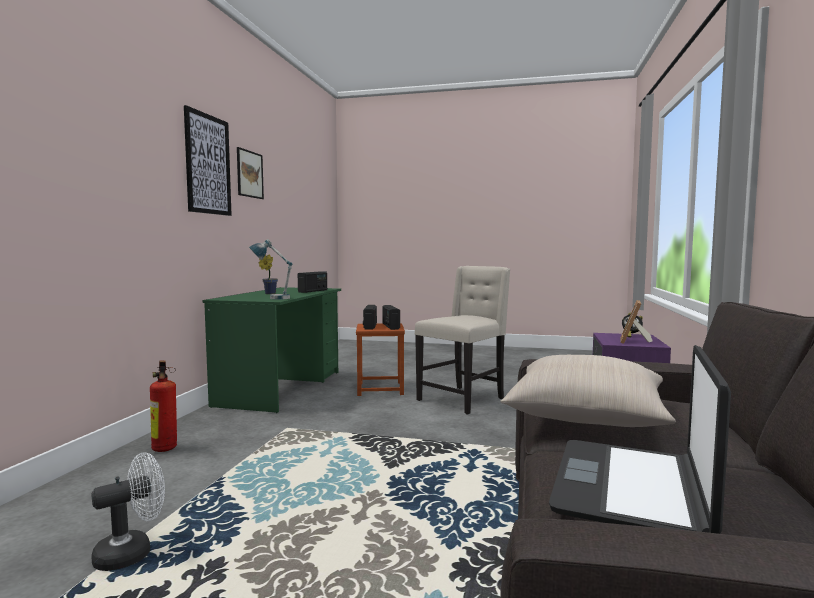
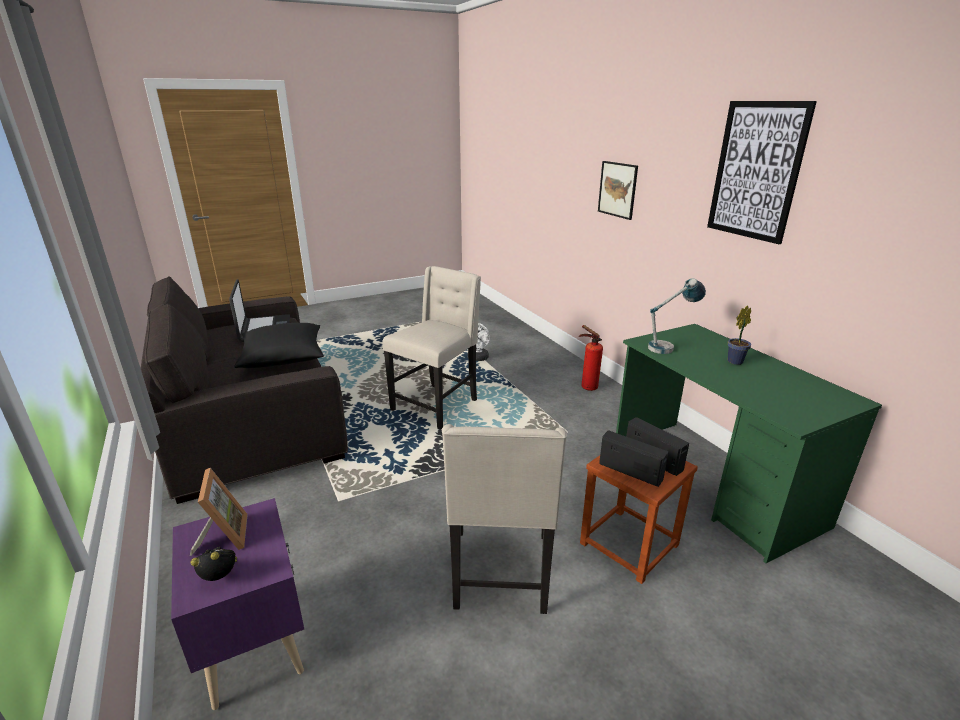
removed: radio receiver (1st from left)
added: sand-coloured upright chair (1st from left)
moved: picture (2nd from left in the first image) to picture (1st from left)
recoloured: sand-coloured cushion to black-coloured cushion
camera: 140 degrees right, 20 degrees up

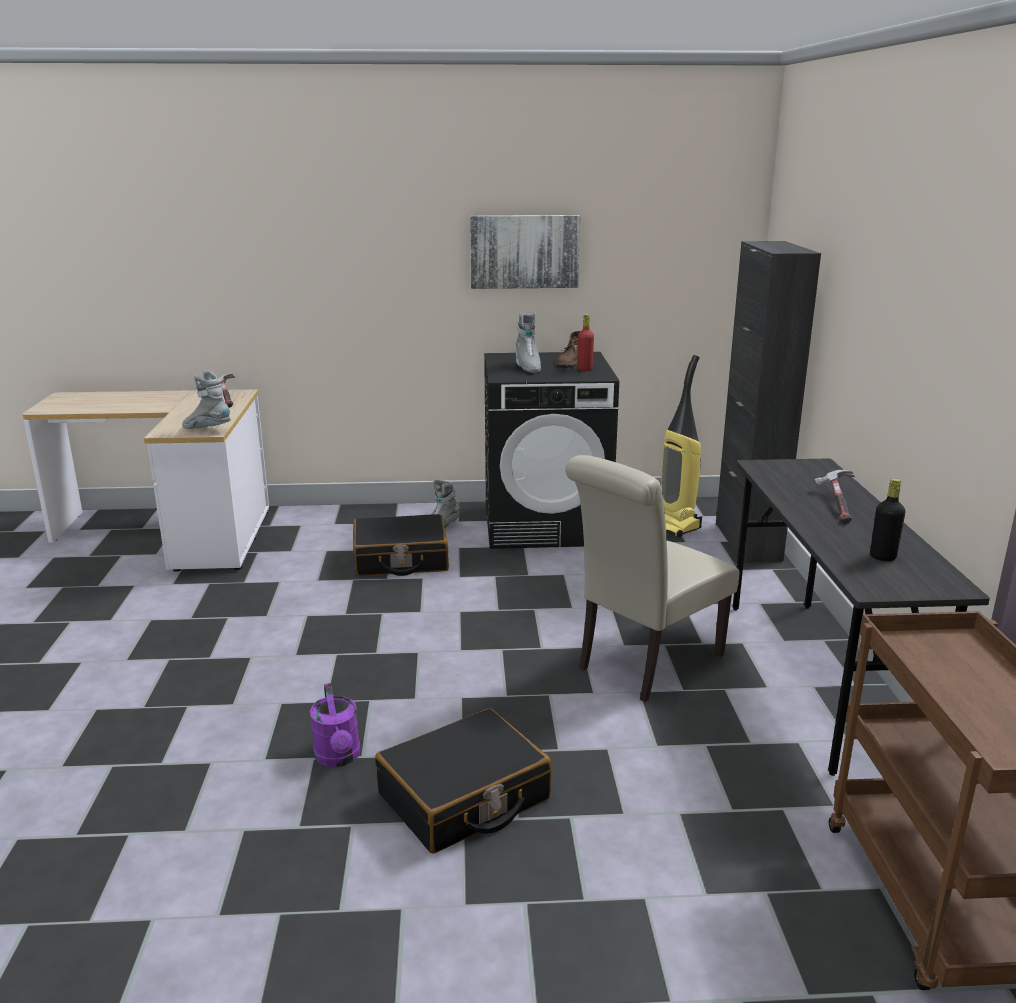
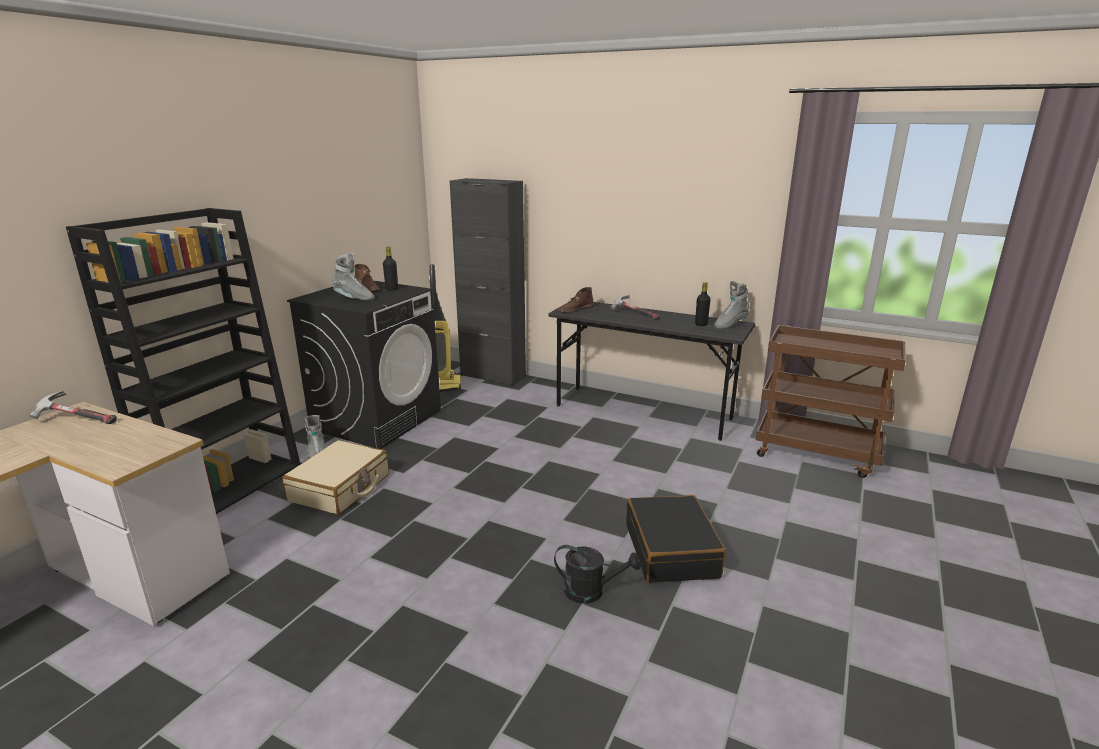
removed: picture; sand-coloured upright chair
added: black-coloured bookcase; brown-coloured tall boot (2nd from left)
moved: greyish tall boot (1st from left in the first image) to greyish tall boot (3rd from left)
recoloured: purple-coloured watering can to black-coloured watering can; black-coloured piece of luggage (1st from left) to sand-coloured piece of luggage; red drink bottle to black-coloured drink bottle (1st from left)
camera: 60 degrees left, 0 degrees up

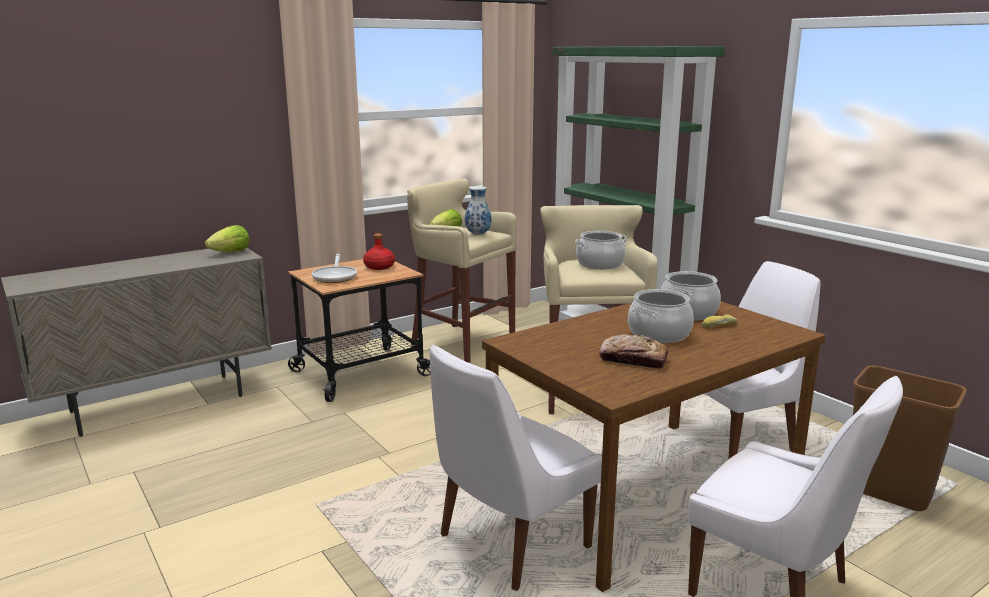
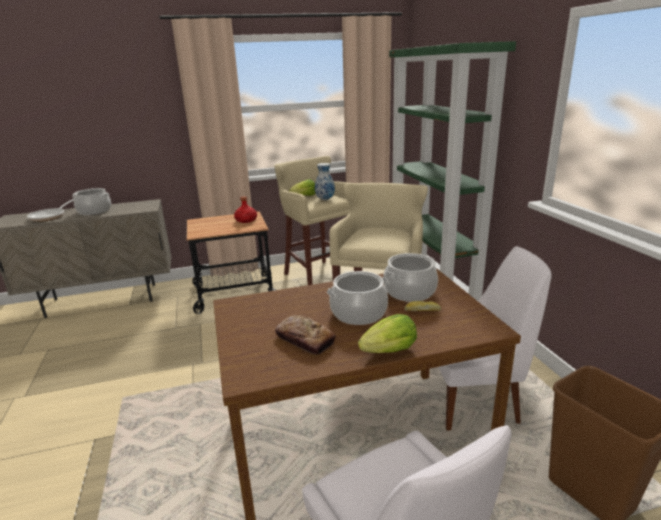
removed: whitish upright chair (1st from left)
moved: head of lettuce (1st from left in the first image) to head of lettuce (2nd from left); frying pan; cooking pot (1st from left)
camera: 20 degrees right, 5 degrees up

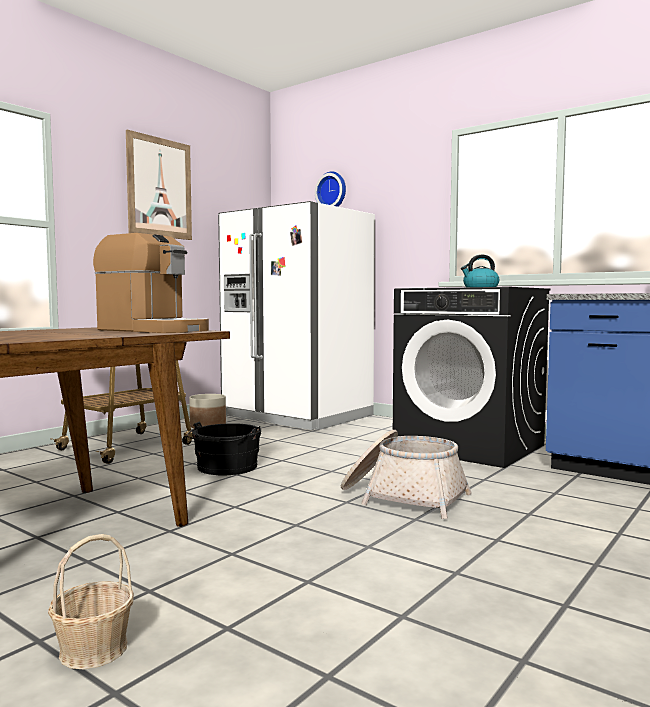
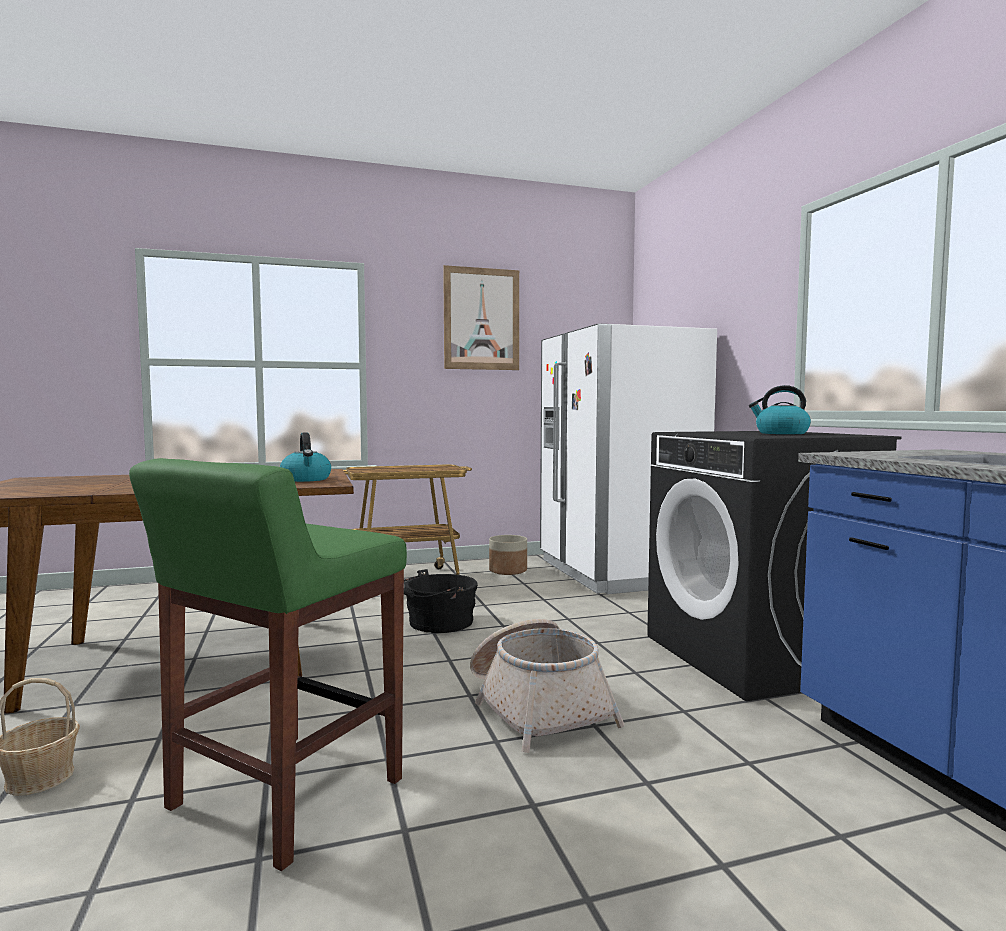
removed: wall clock
added: green-coloured sitting stool
replaced: coffee brewer to kettle (1st from left)
camera: 35 degrees right, 0 degrees up

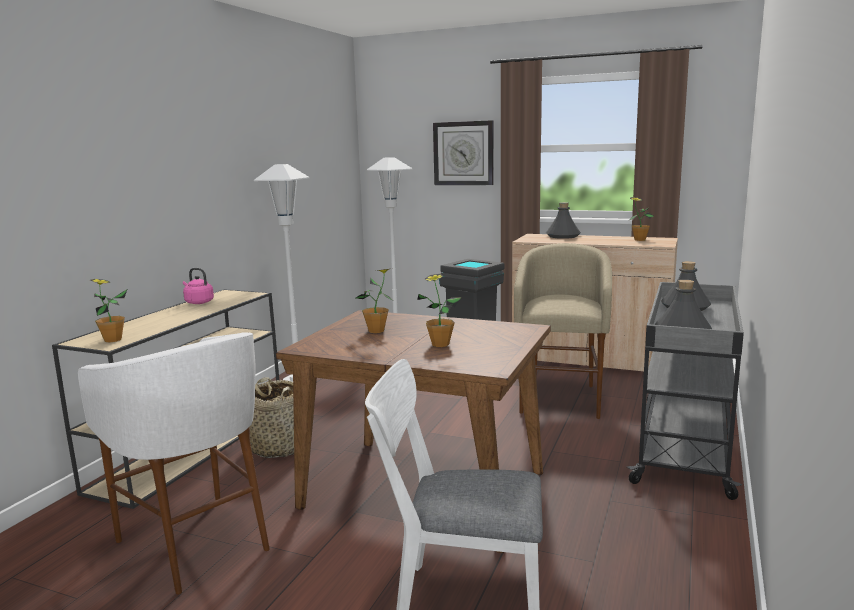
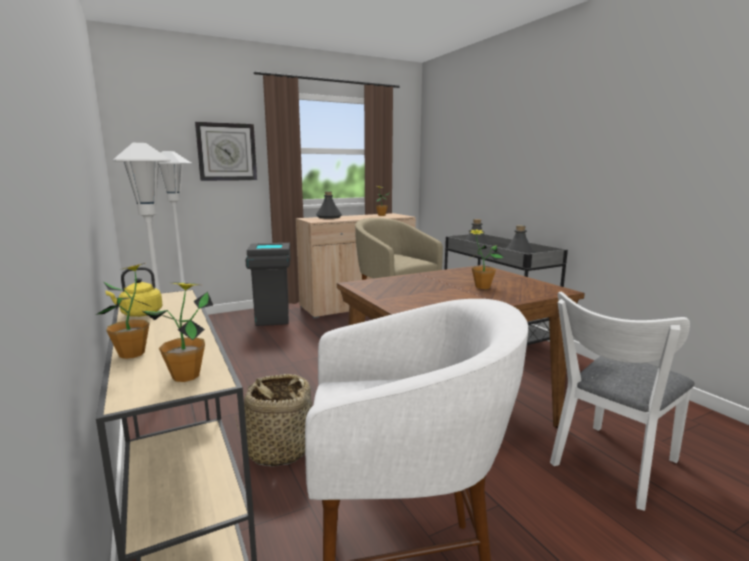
moved: houseplant (2nd from left in the first image) to houseplant (1st from left)
recoloured: pink-coloured kettle to yellow kettle
camera: 50 degrees left, 0 degrees up

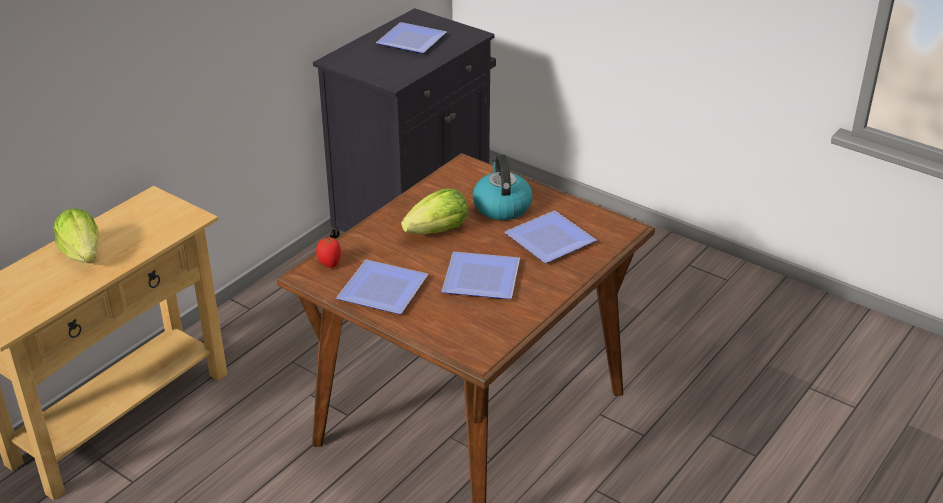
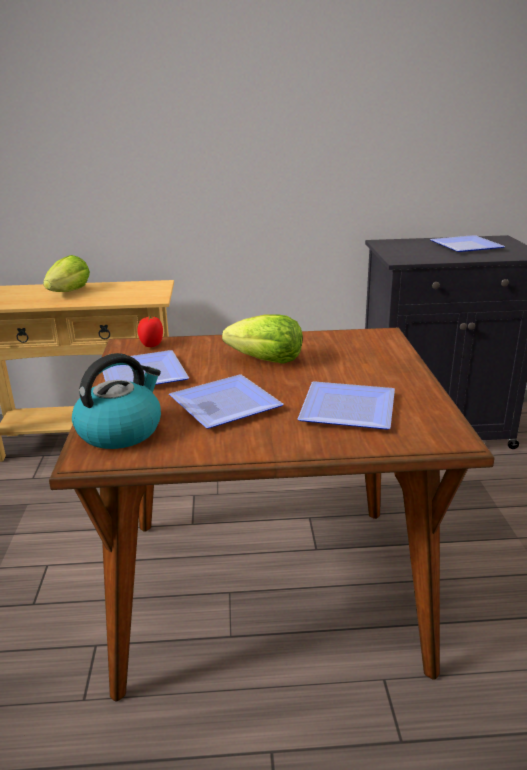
moved: kettle
camera: 50 degrees right, 10 degrees down

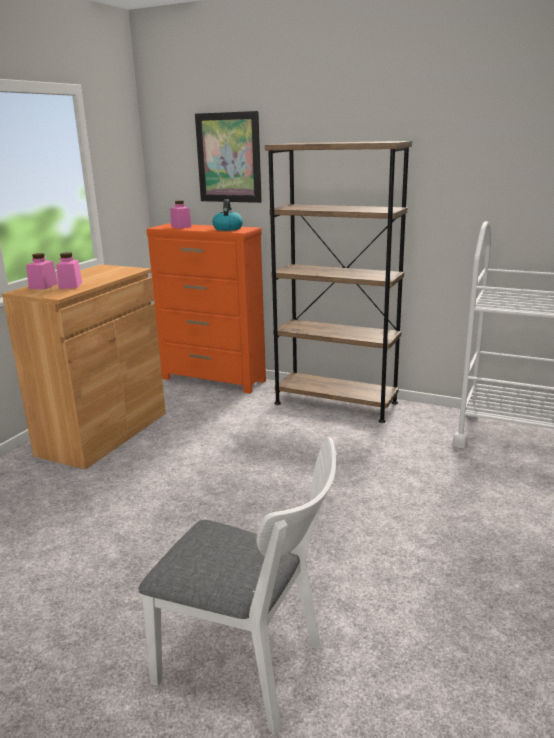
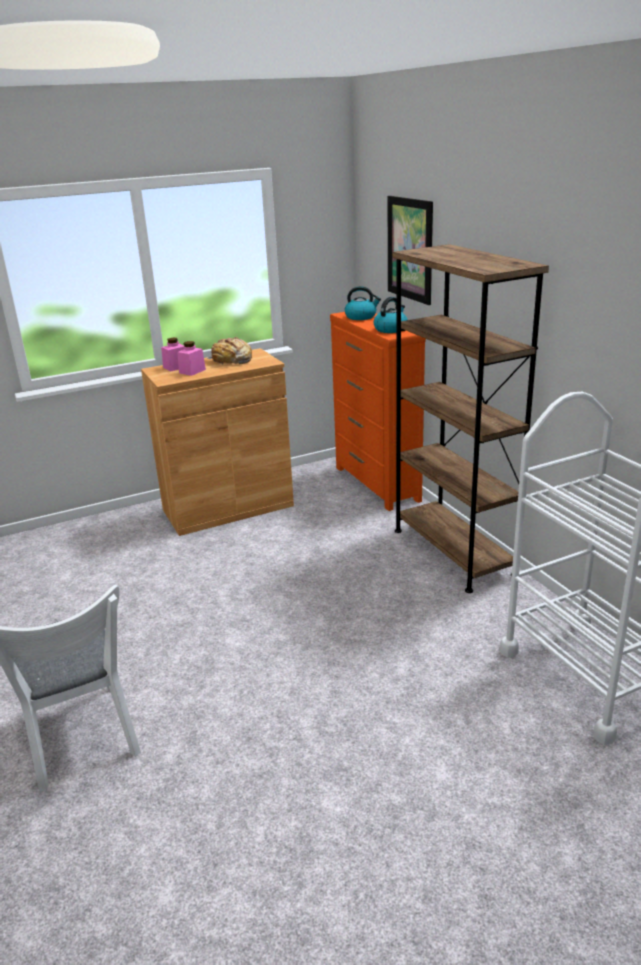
added: baked bread
replaced: pink-coloured preserve jar (3rd from left) to kettle (1st from left)
camera: 40 degrees right, 5 degrees up

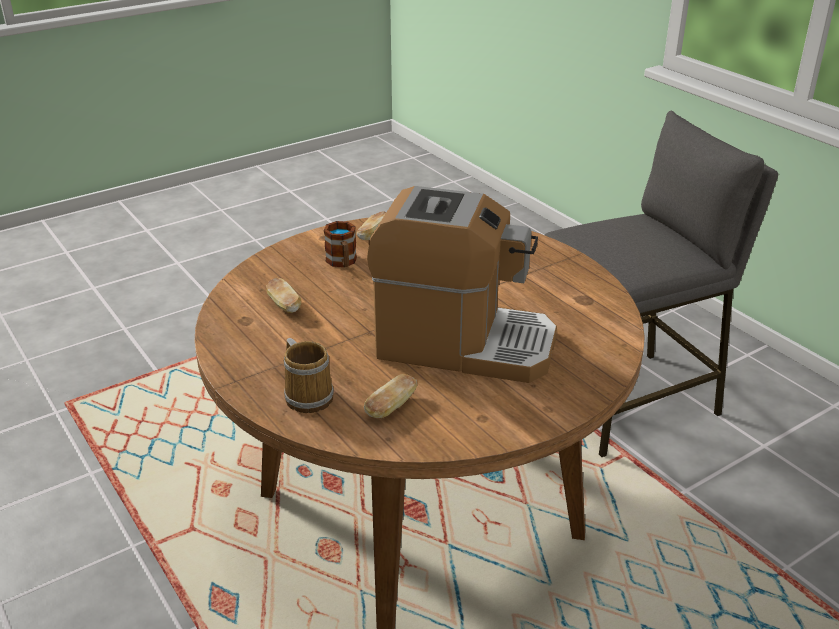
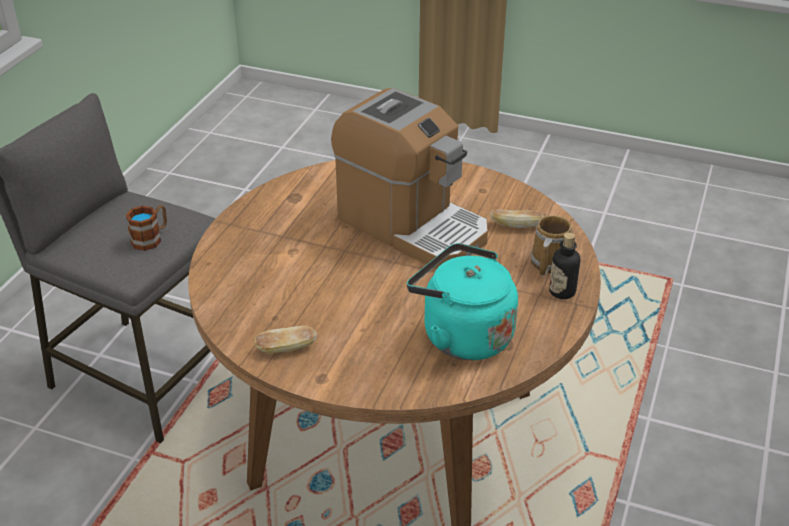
added: drink bottle
moved: coffee mug (2nd from left in the first image) to coffee mug (1st from left)
replaced: baked bread (1st from left) to turquoise kettle
turned: coffee brewer 150 degrees clockwise
camera: 125 degrees left, 5 degrees up

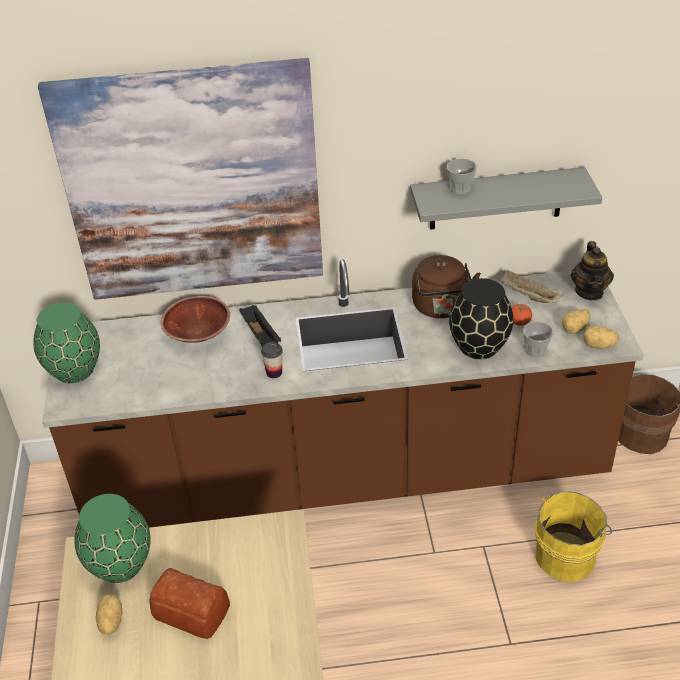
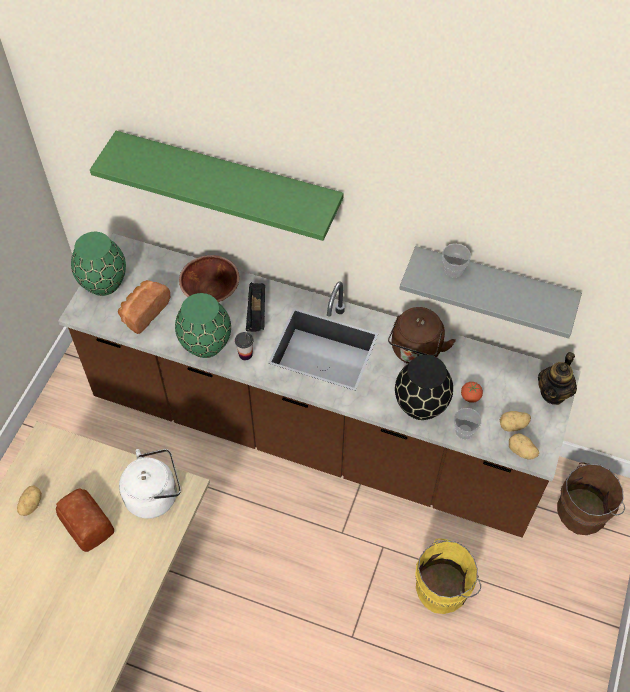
removed: sand-coloured carrying tray
added: baked bread (2nd from left); whitish kettle
moved: green-coloured decorative vase (2nd from left)
replaced: picture to green-coloured wall shelf
camera: 25 degrees right, 15 degrees up

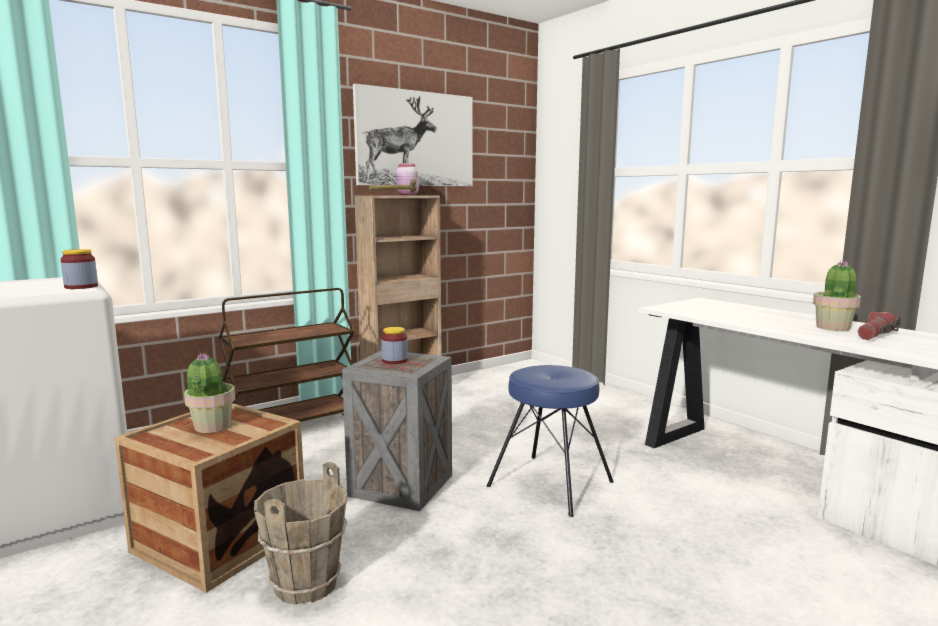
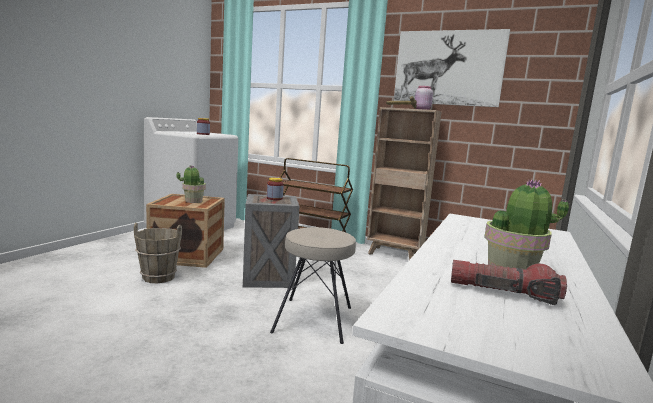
recoloured: blue sitting stool to sand-coloured sitting stool
camera: 60 degrees right, 0 degrees up

